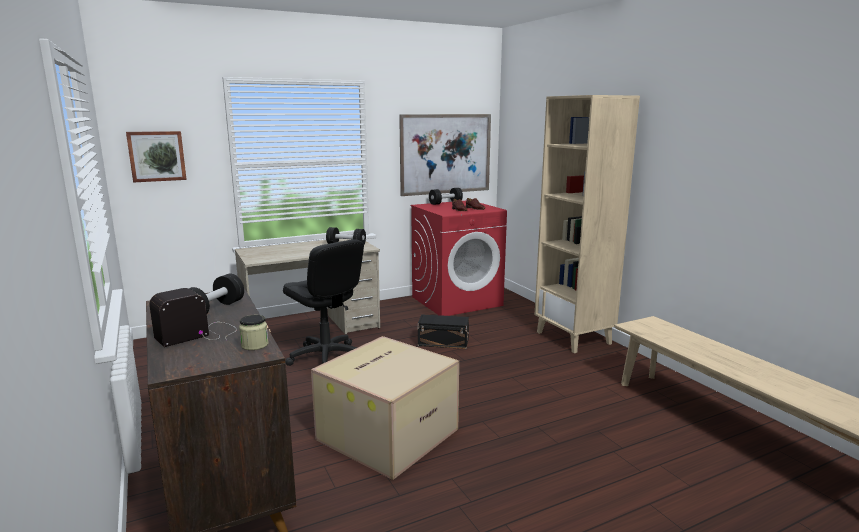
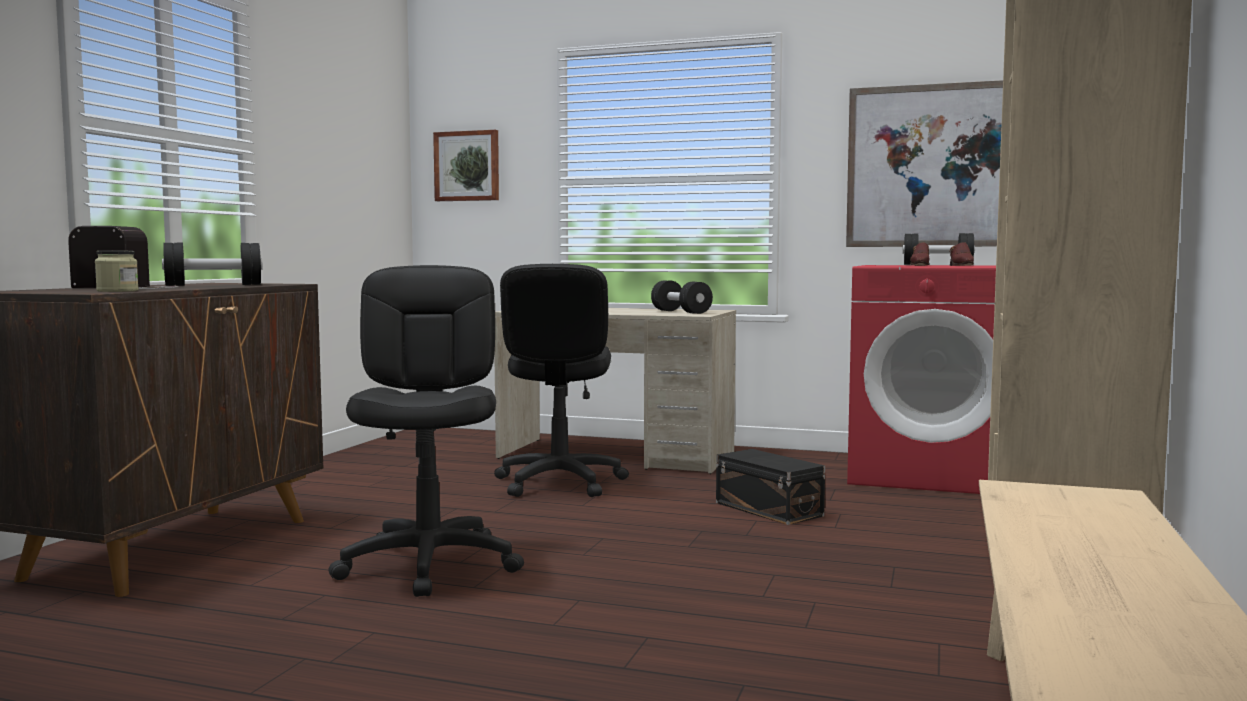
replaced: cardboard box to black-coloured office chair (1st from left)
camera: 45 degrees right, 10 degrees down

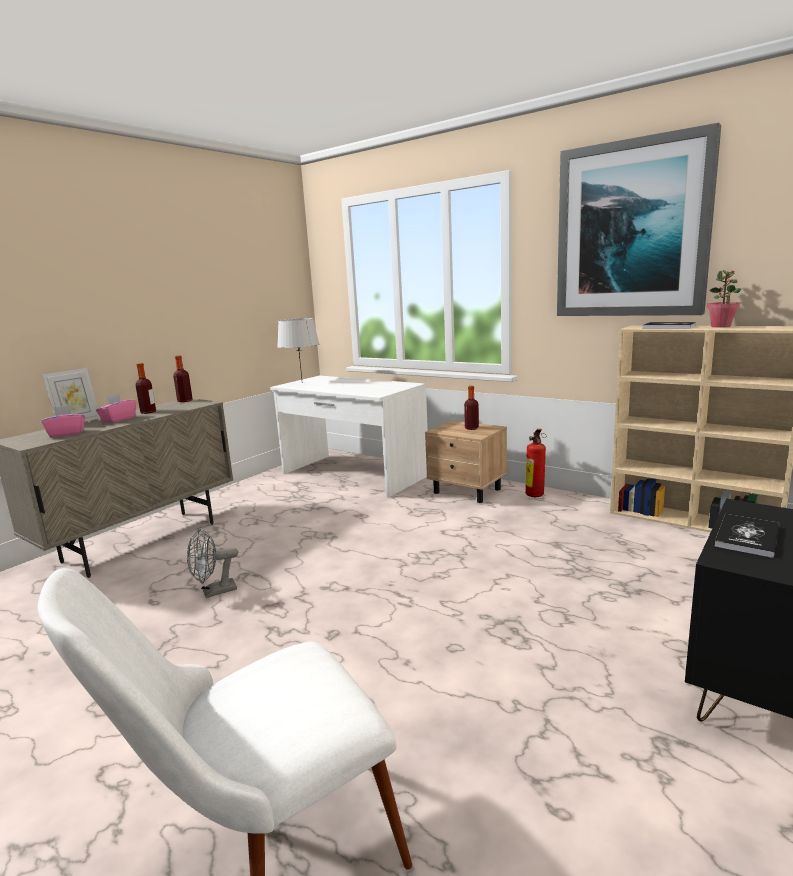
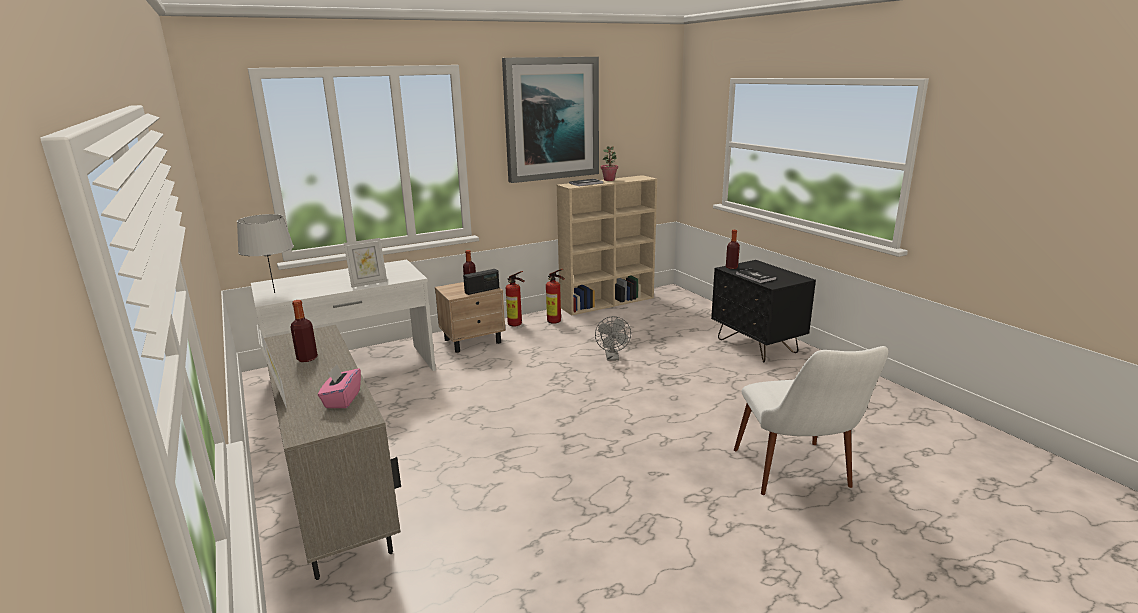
removed: pink-coloured tissue box (2nd from left)
added: picture frame (2nd from left); radio receiver; fire extinguisher (2nd from left)
moved: drink bottle (2nd from left in the first image) to drink bottle (3rd from left); greyish cooling fan
camera: 65 degrees left, 5 degrees up

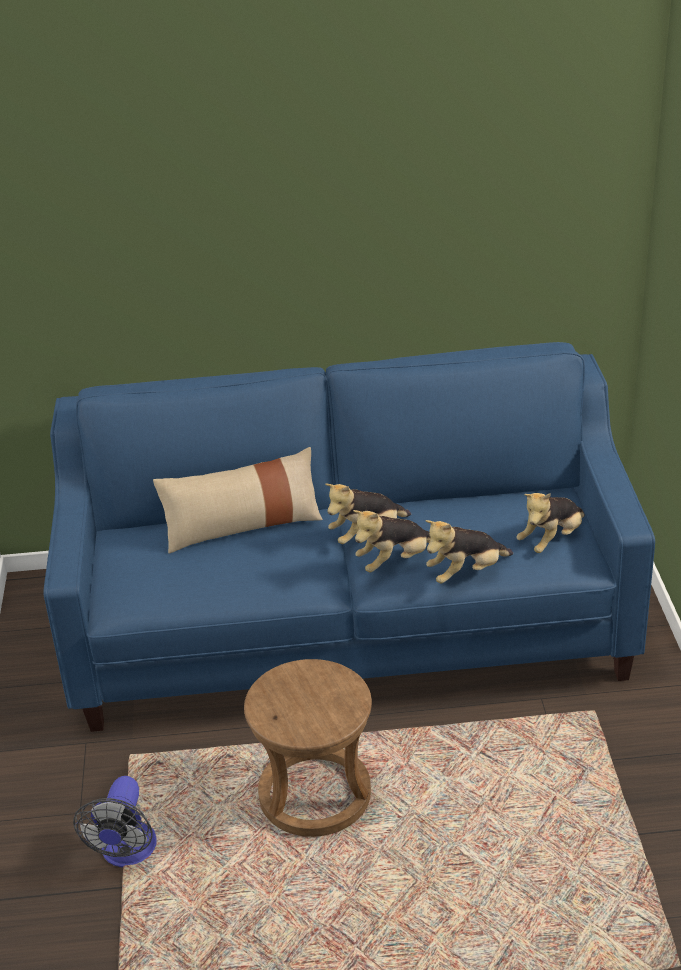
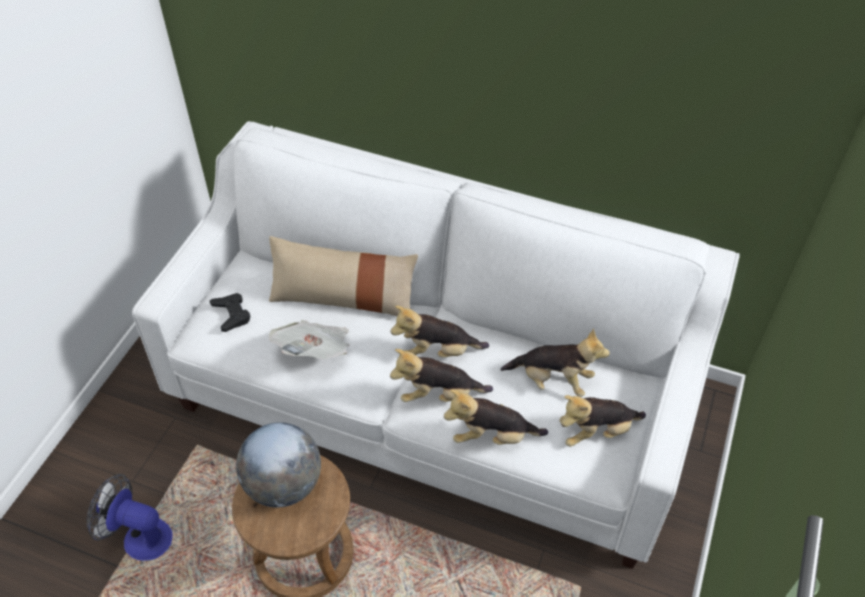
added: black-coloured gamepad; world globe; printed paper; cuddly toy (4th from left)
recoloured: blue settee to whitish settee
turned: cooling fan 75 degrees clockwise
camera: 25 degrees right, 15 degrees up

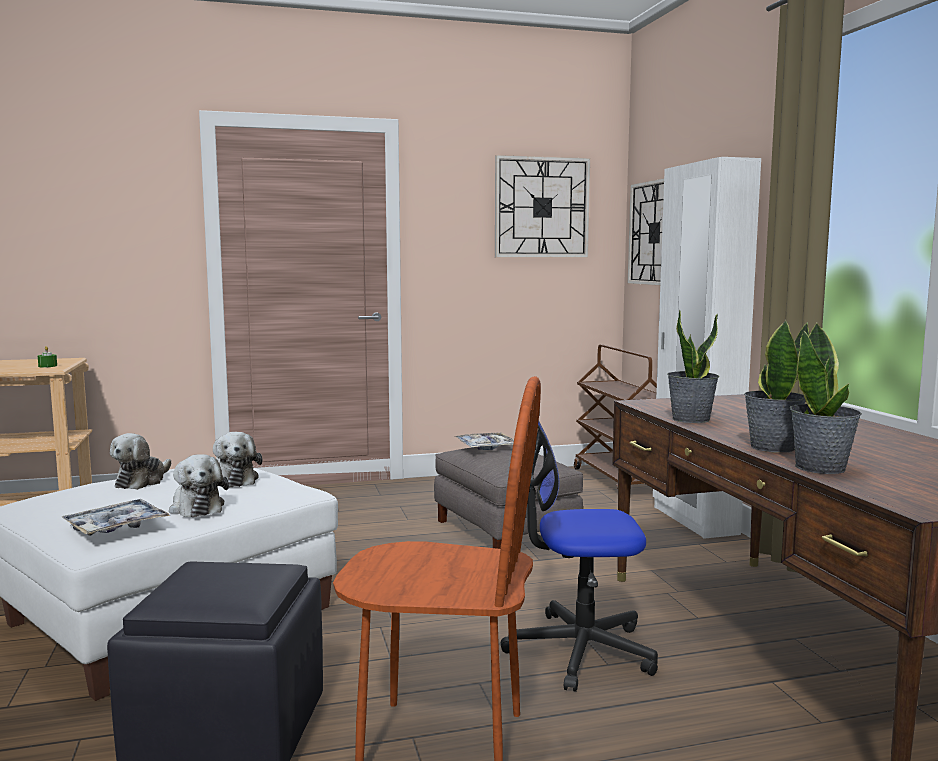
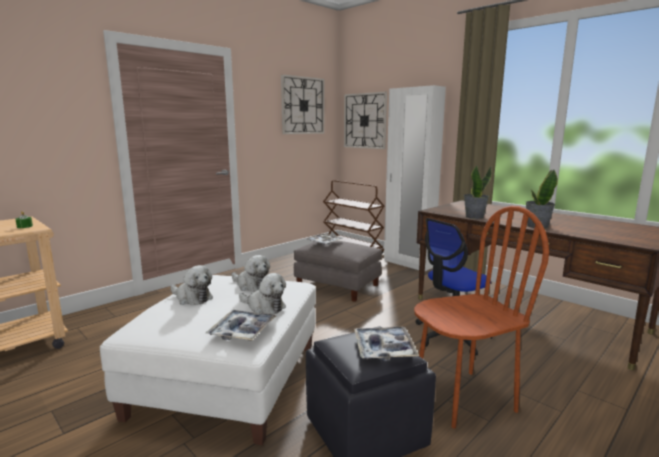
removed: houseplant (3rd from left)
added: carrying tray (3rd from left)
turned: cuddly toy (1st from left) 45 degrees counterclockwise
camera: 30 degrees left, 5 degrees up

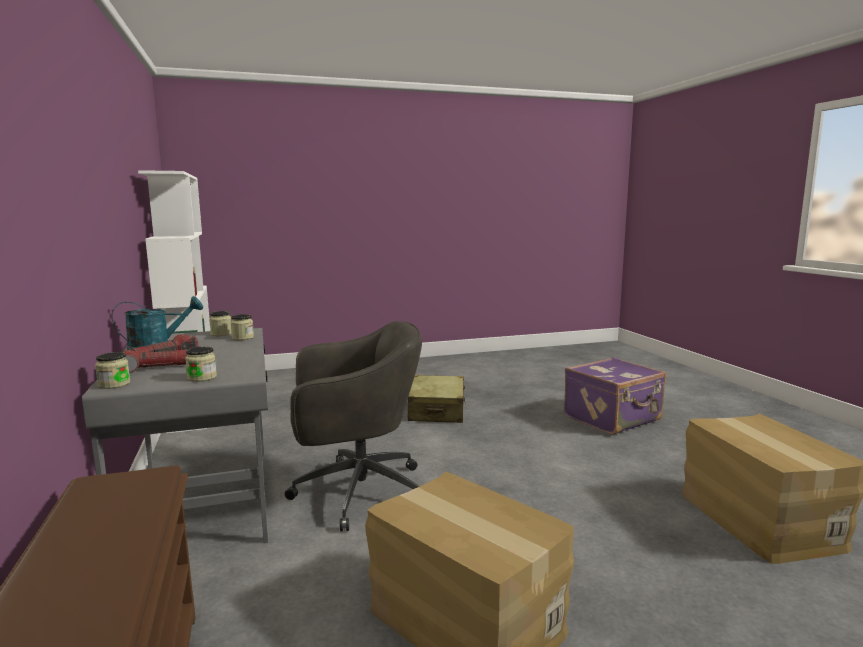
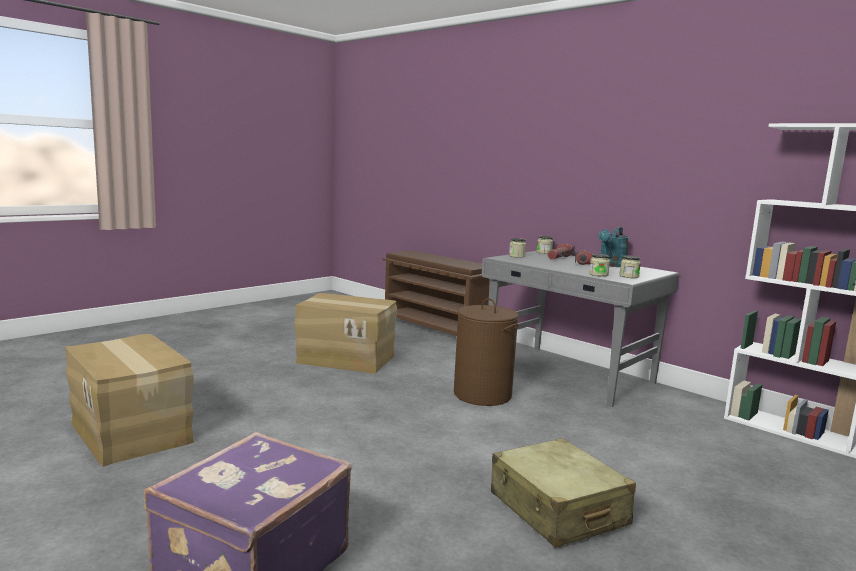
replaced: greyish office chair to brown-coloured laundry basket
camera: 150 degrees right, 0 degrees up

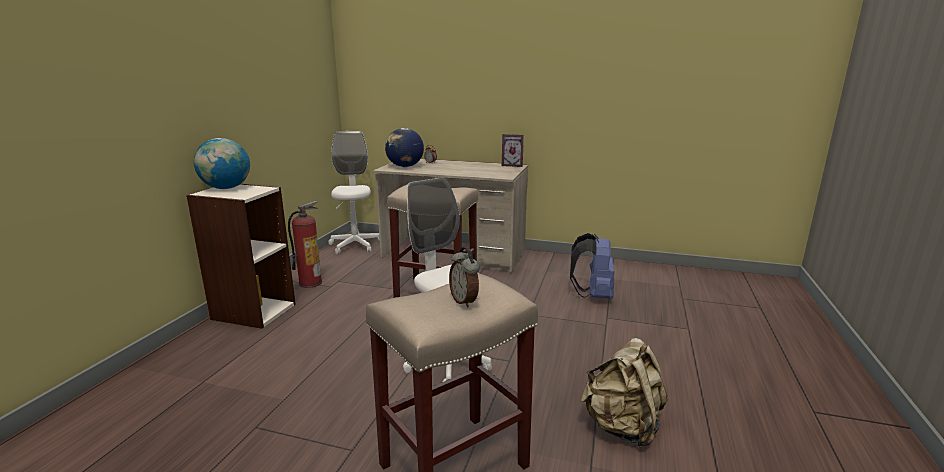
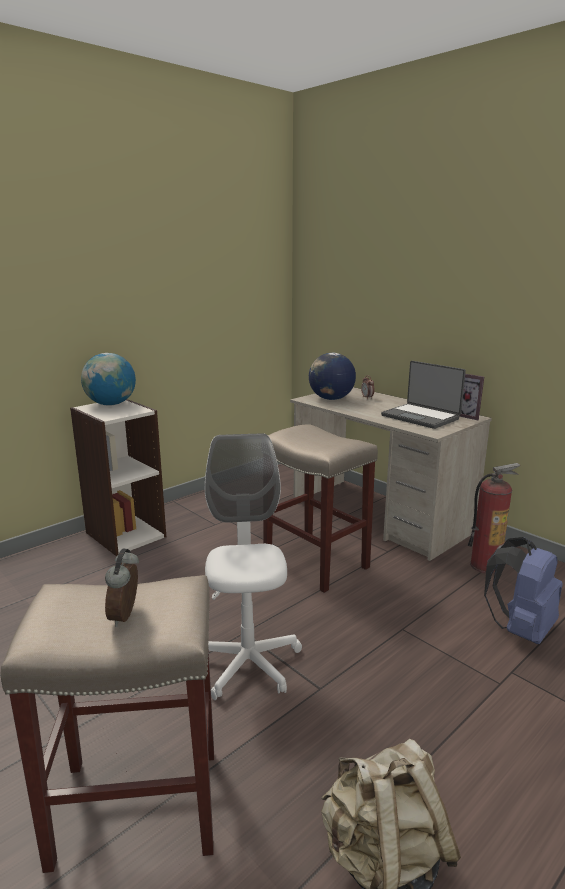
removed: whitish office chair (1st from left)
added: notebook computer
moved: fire extinguisher
camera: 30 degrees right, 0 degrees up

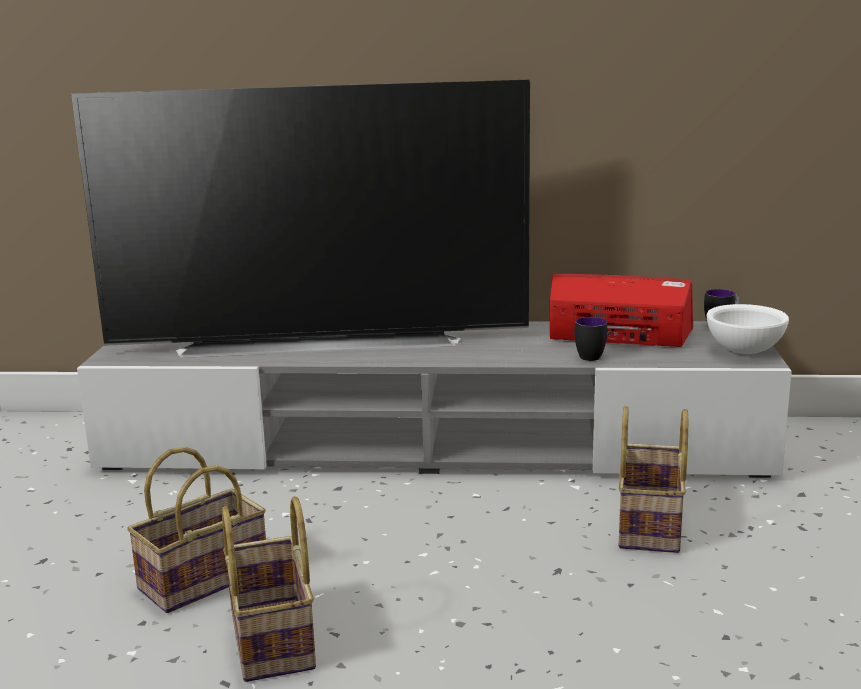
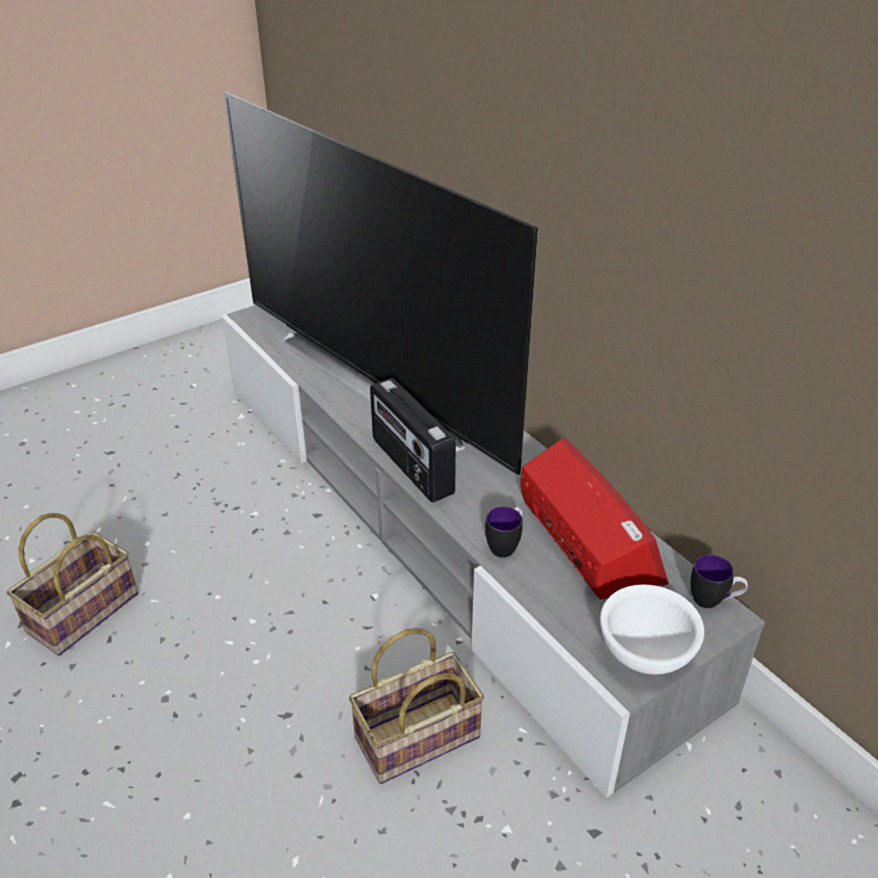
removed: storage basket (1st from left)
added: radio receiver (1st from left)
camera: 50 degrees right, 20 degrees up

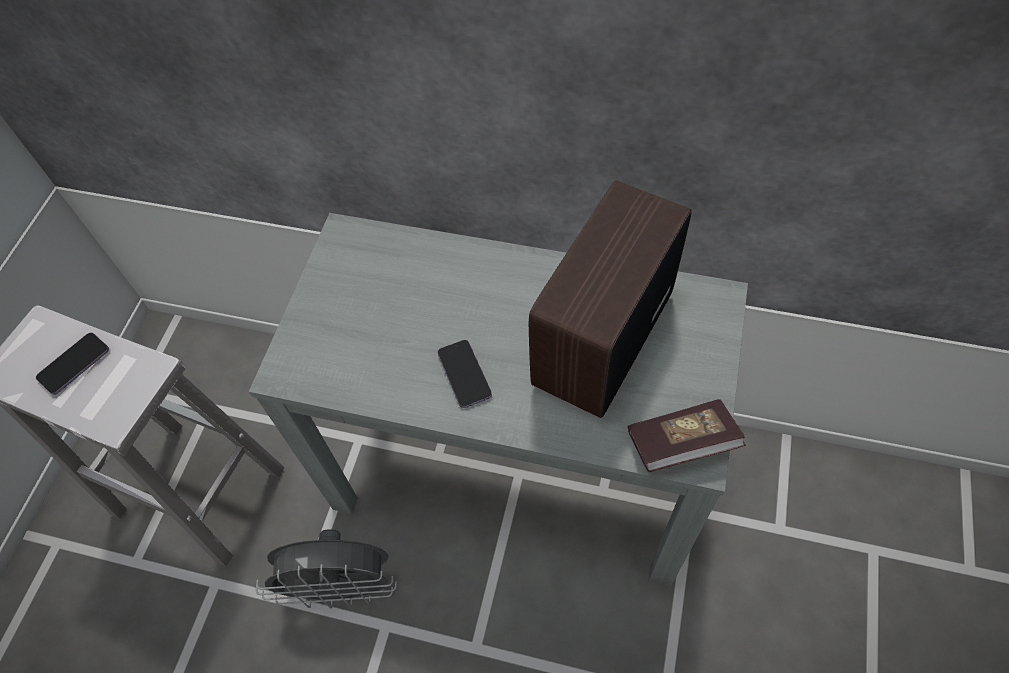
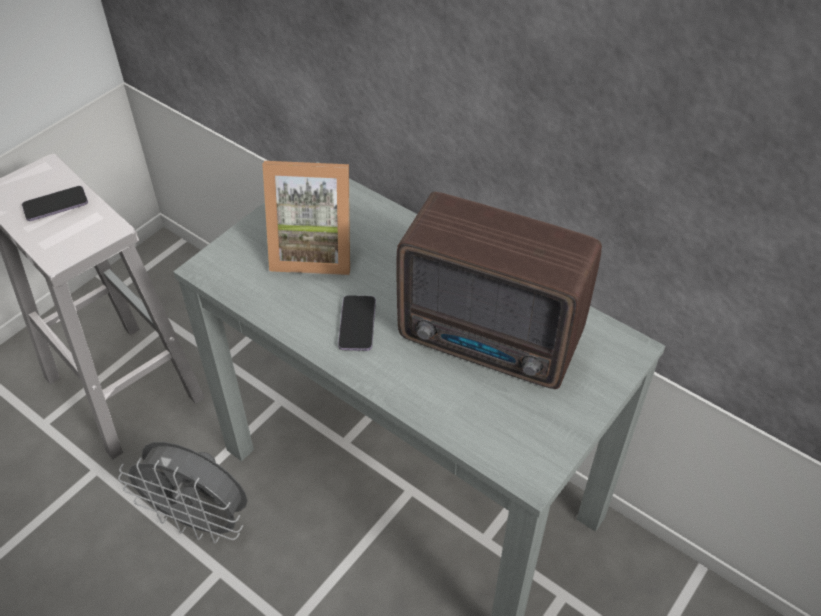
removed: volume
added: picture frame
turned: radio receiver 120 degrees counterclockwise
camera: 20 degrees right, 10 degrees down

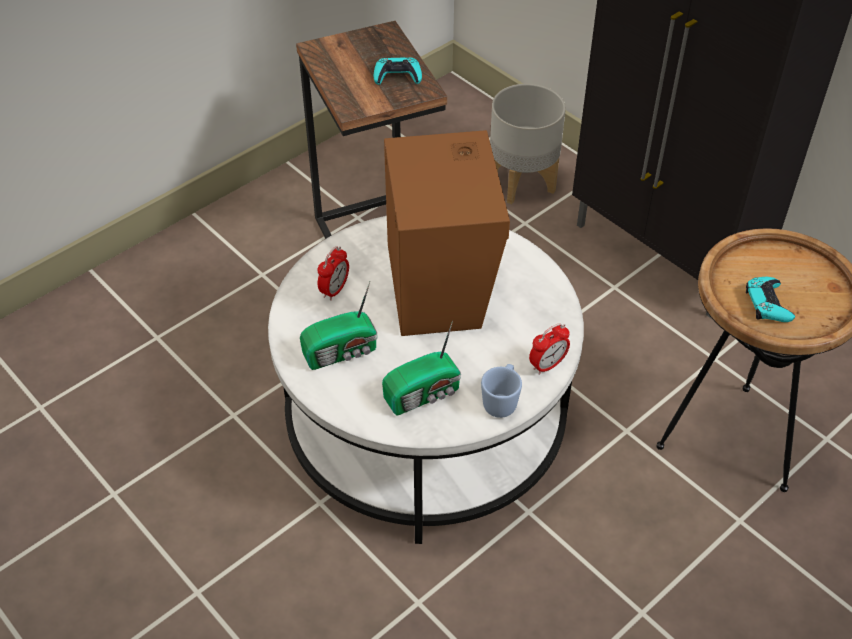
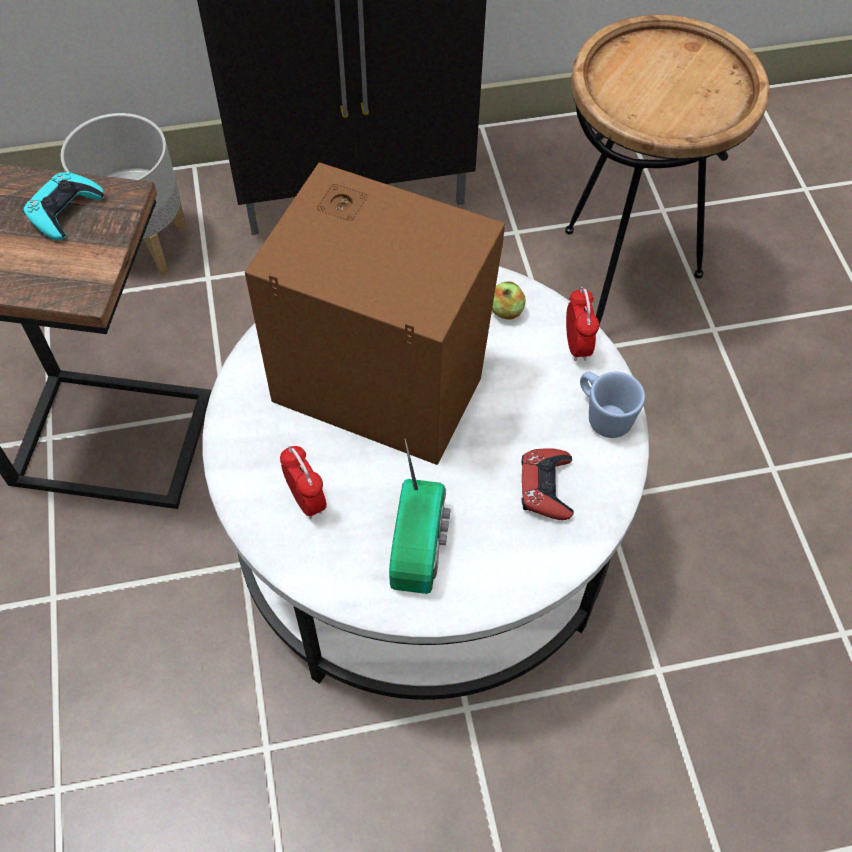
removed: turquoise gamepad (2nd from left)
added: apple fruit
replaced: radio receiver (2nd from left) to red gamepad
camera: 60 degrees left, 10 degrees up

